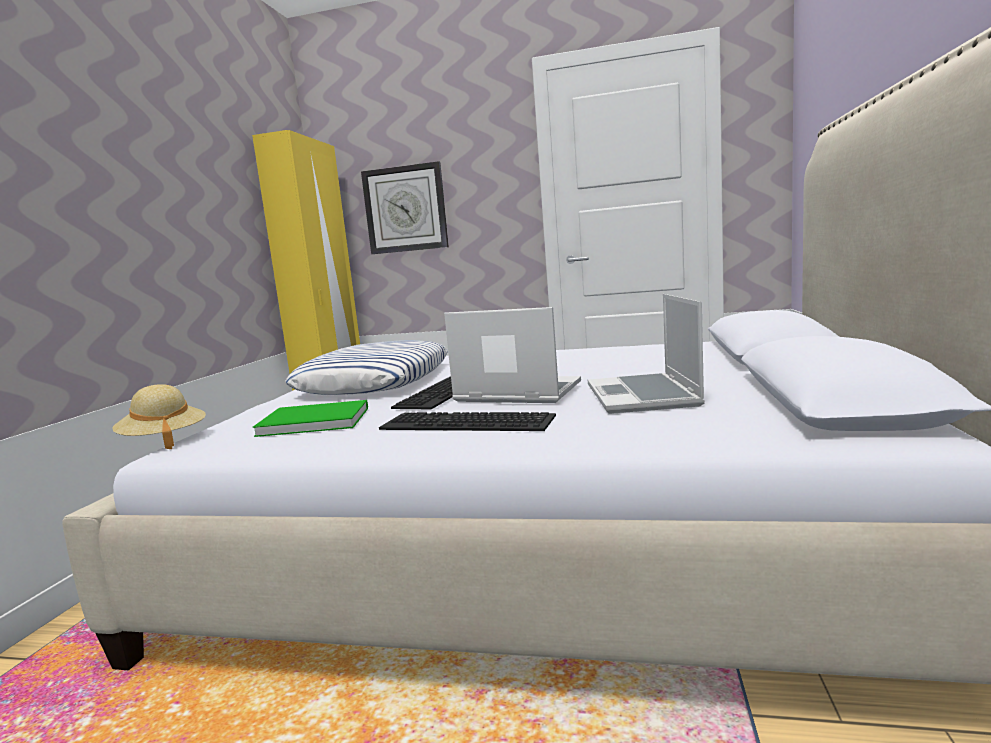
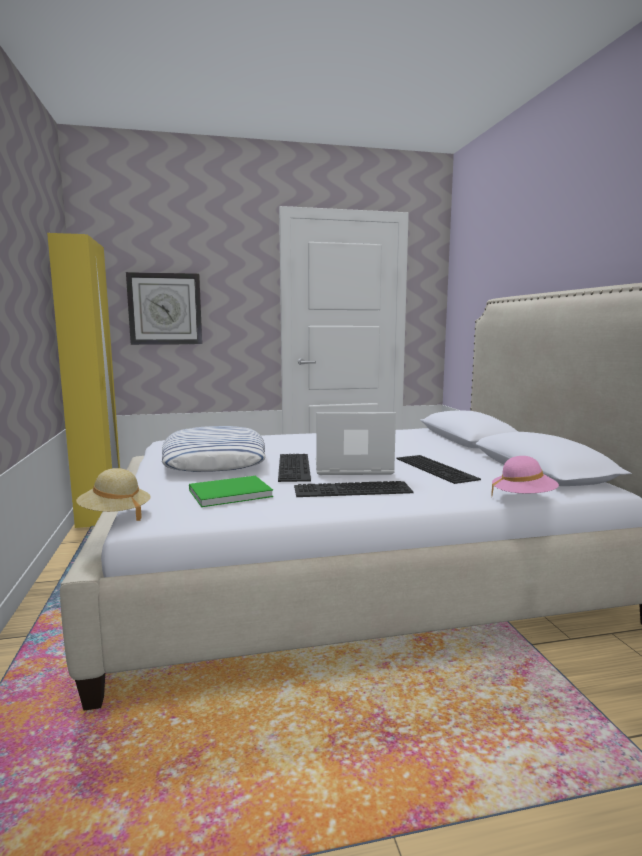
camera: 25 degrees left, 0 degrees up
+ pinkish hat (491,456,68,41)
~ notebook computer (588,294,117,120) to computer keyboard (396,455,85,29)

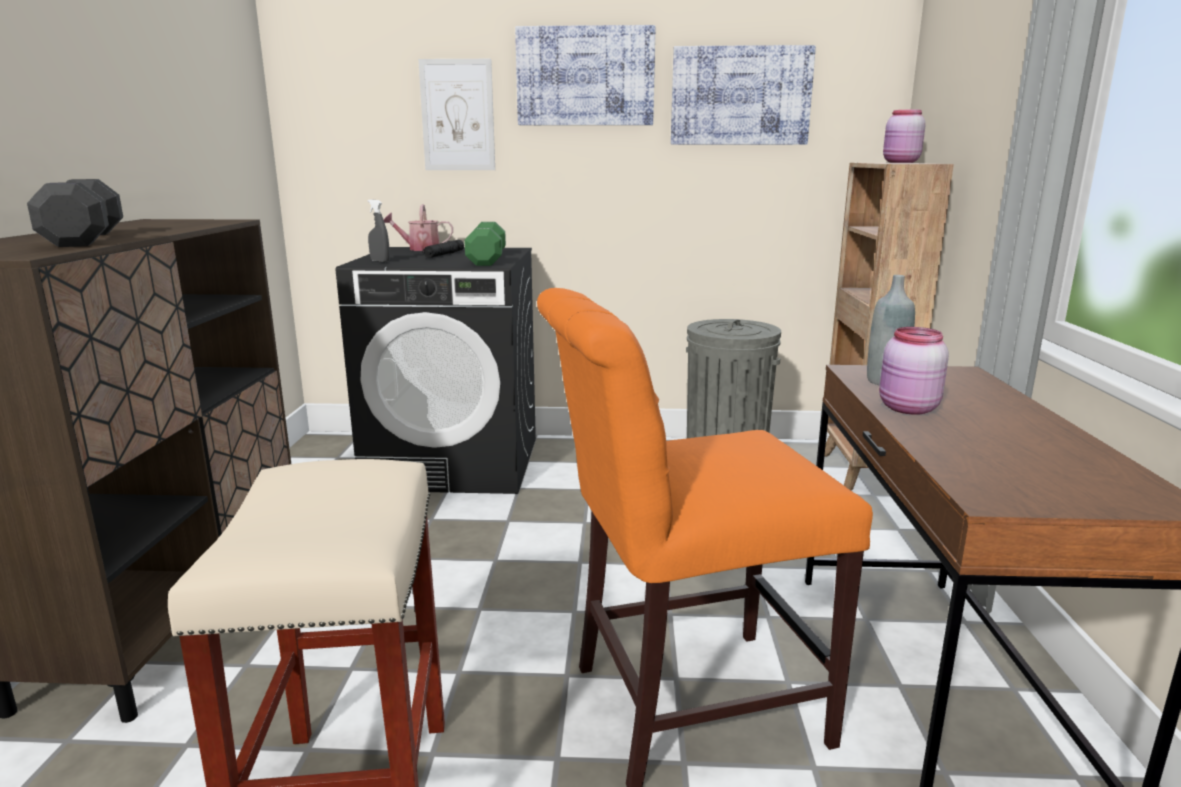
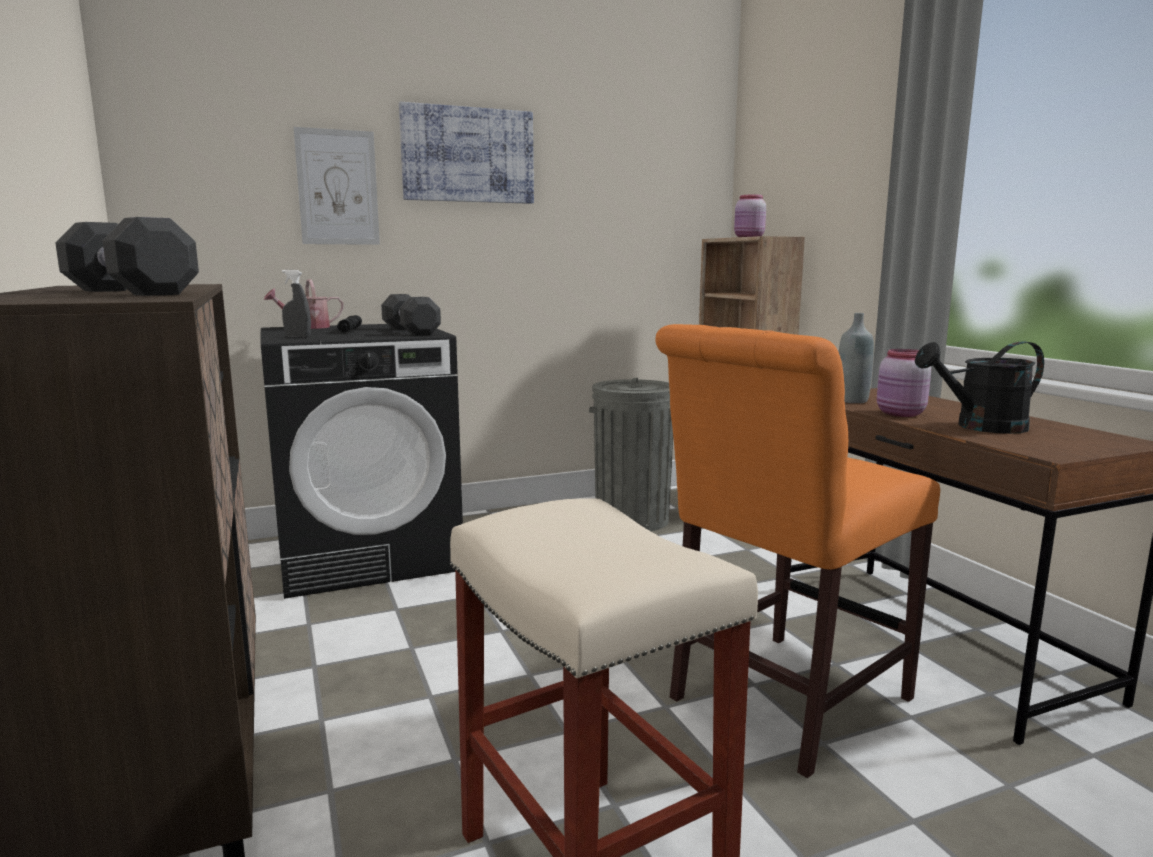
camera: 25 degrees left, 5 degrees down
- picture (671,45,145,100)
+ black sprinkling can (915,341,129,93)
~ green-coloured free weight (464,222,42,44) to black free weight (381,294,60,42)

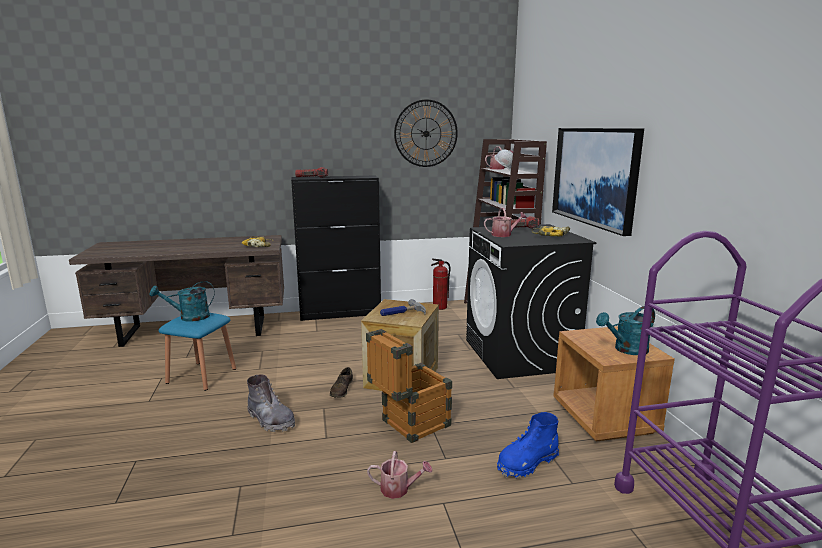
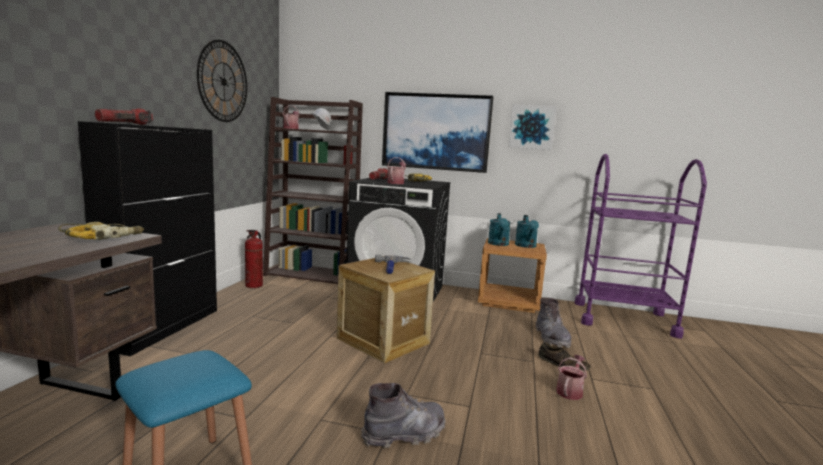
camera: 65 degrees left, 5 degrees down
- crate (366,329,86,114)
+ picture (509,104,48,46)
~ turquoise-coloured sprinkling can (149,281,65,41) to (488,213,23,33)
~ brown-coloured low shoe (330,367,23,31) to (539,342,52,29)
~ bluish boot (497,412,62,67) to greyish boot (536,297,35,51)

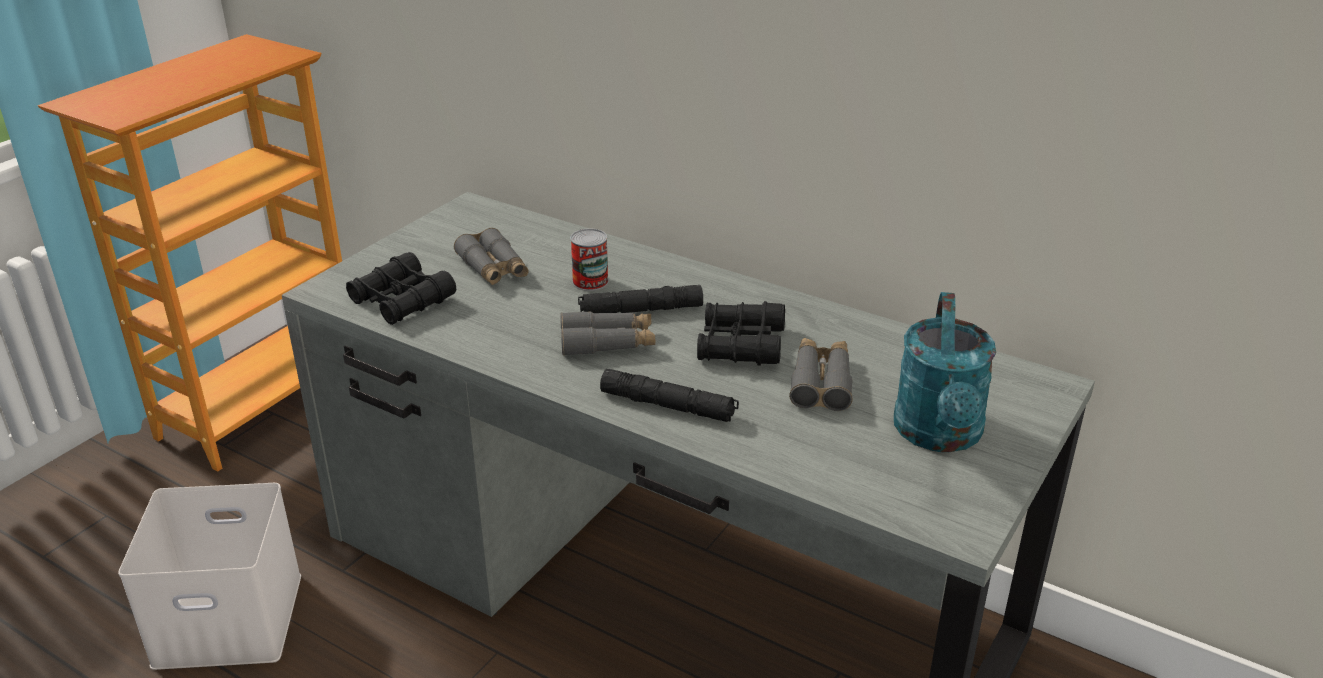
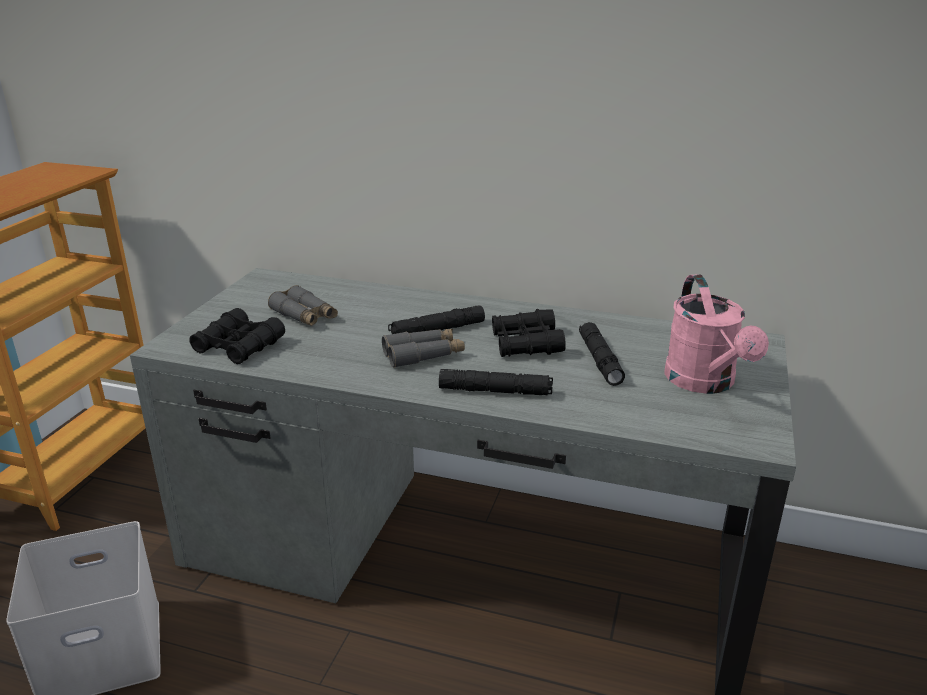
camera: 15 degrees left, 5 degrees down
- sealed can (570,229,39,62)
~ greyish pair of binoculars (789,338,64,73) to black torch (579,322,46,64)
~ turquoise-coloured sprinkling can (894,292,102,160) to pinkish sprinkling can (664,274,105,120)

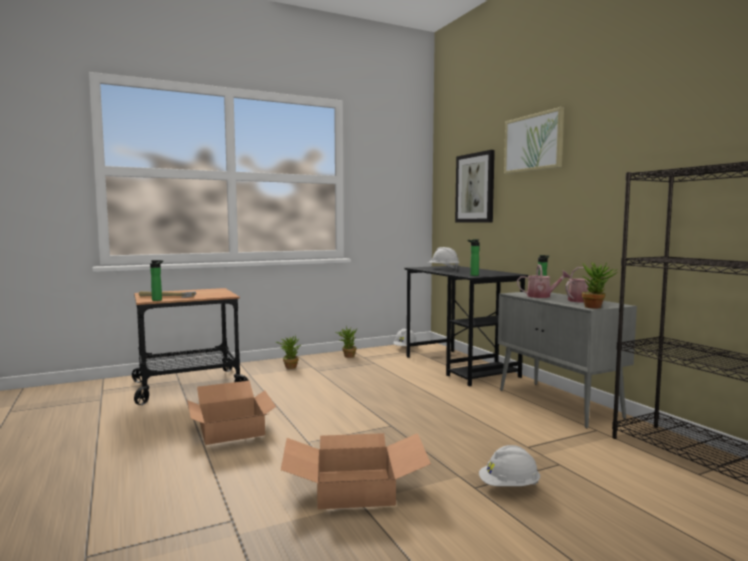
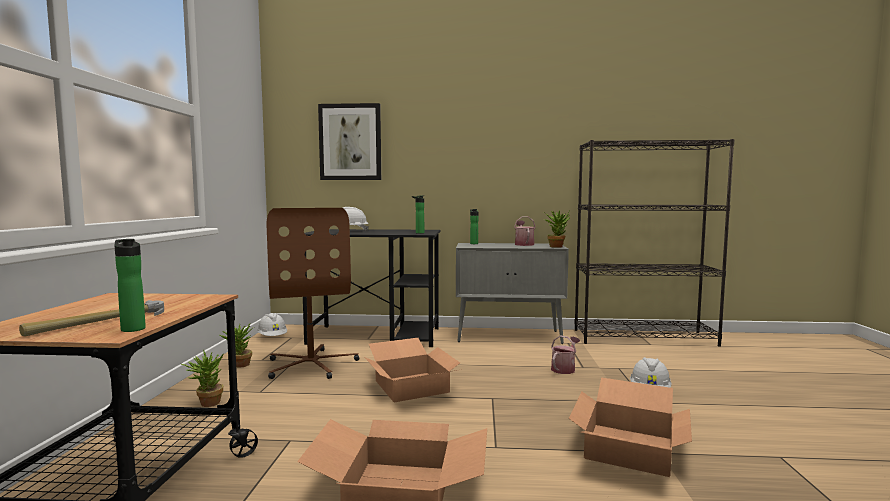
camera: 60 degrees left, 0 degrees up
- picture (504,107,60,67)
+ brown-coloured desk chair (267,208,93,171)
+ carton (365,338,97,65)
~ sprinkling can (517,264,53,34) to (551,335,29,39)

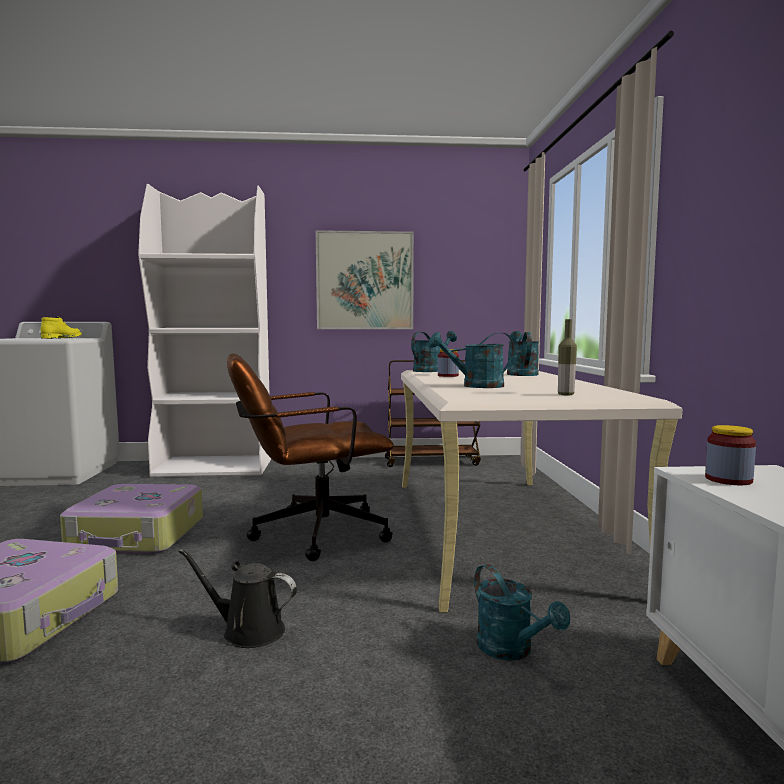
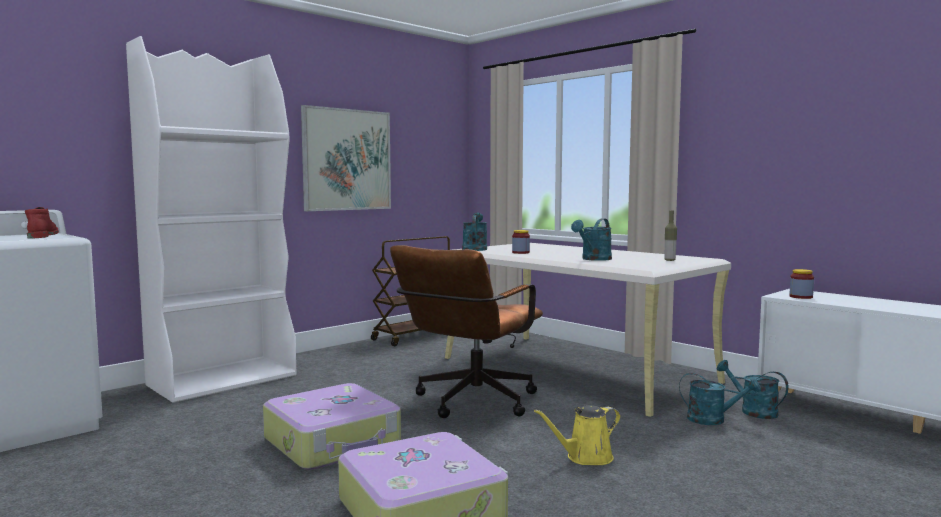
camera: 40 degrees left, 0 degrees up
~ turquoise-coloured sprinkling can (507,331,32,45) to (717,360,72,59)
~ yellow-coloured boot (41,317,41,22) to red boot (25,207,34,31)
~ black sprinkling can (179,549,118,99) to yellow-coloured sprinkling can (534,405,87,60)

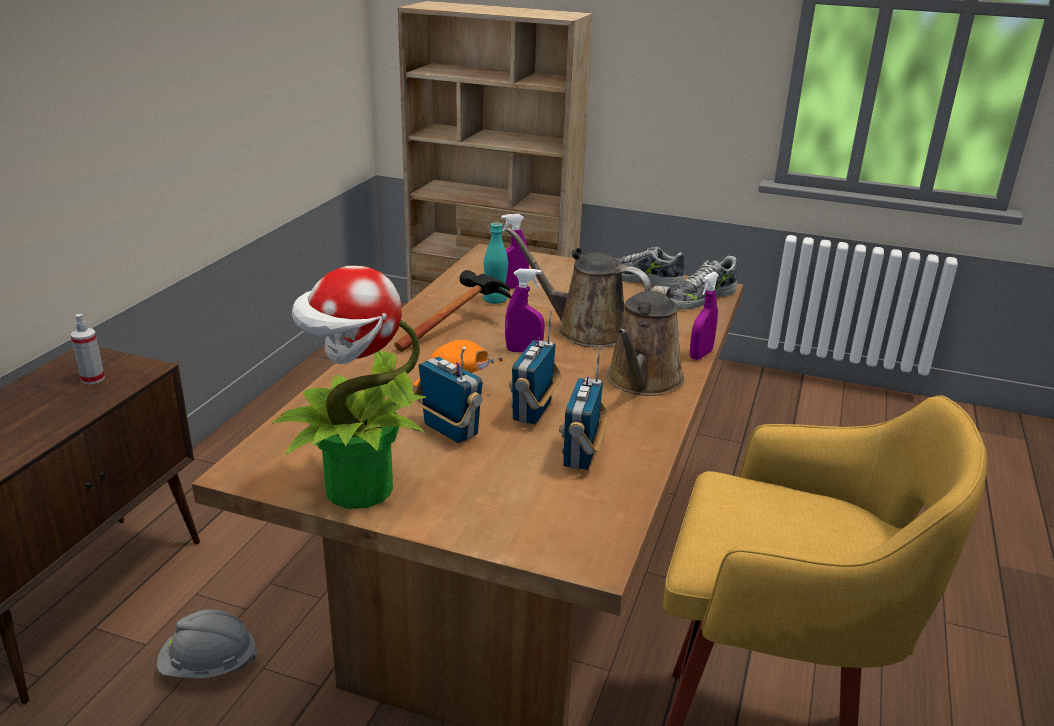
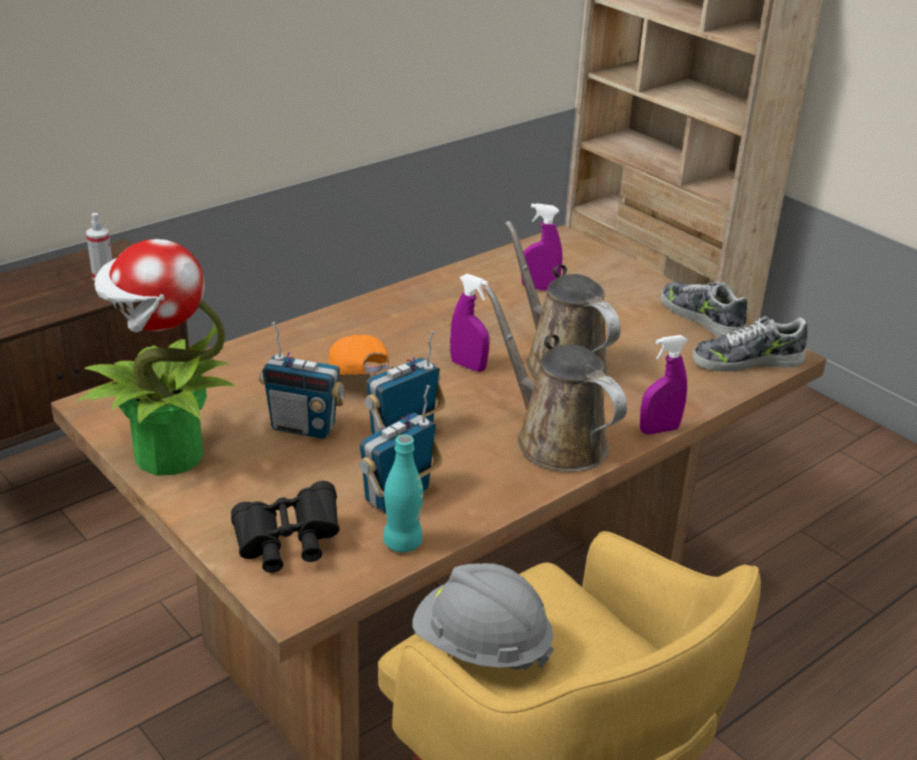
camera: 30 degrees right, 5 degrees up
- hammer (394,270,117,82)
+ black pair of binoculars (231,481,108,92)
~ greyish hard hat (157,609,101,70) to (412,563,142,107)
~ turquoise-coloured beverage bottle (483,223,25,81) to (384,434,39,118)
~ radio (413,347,70,96) = (259,322,87,117) 120 degrees clockwise
~ brown-coloured sprinkling can (606,285,79,111) = (484,285,143,187) 90 degrees clockwise

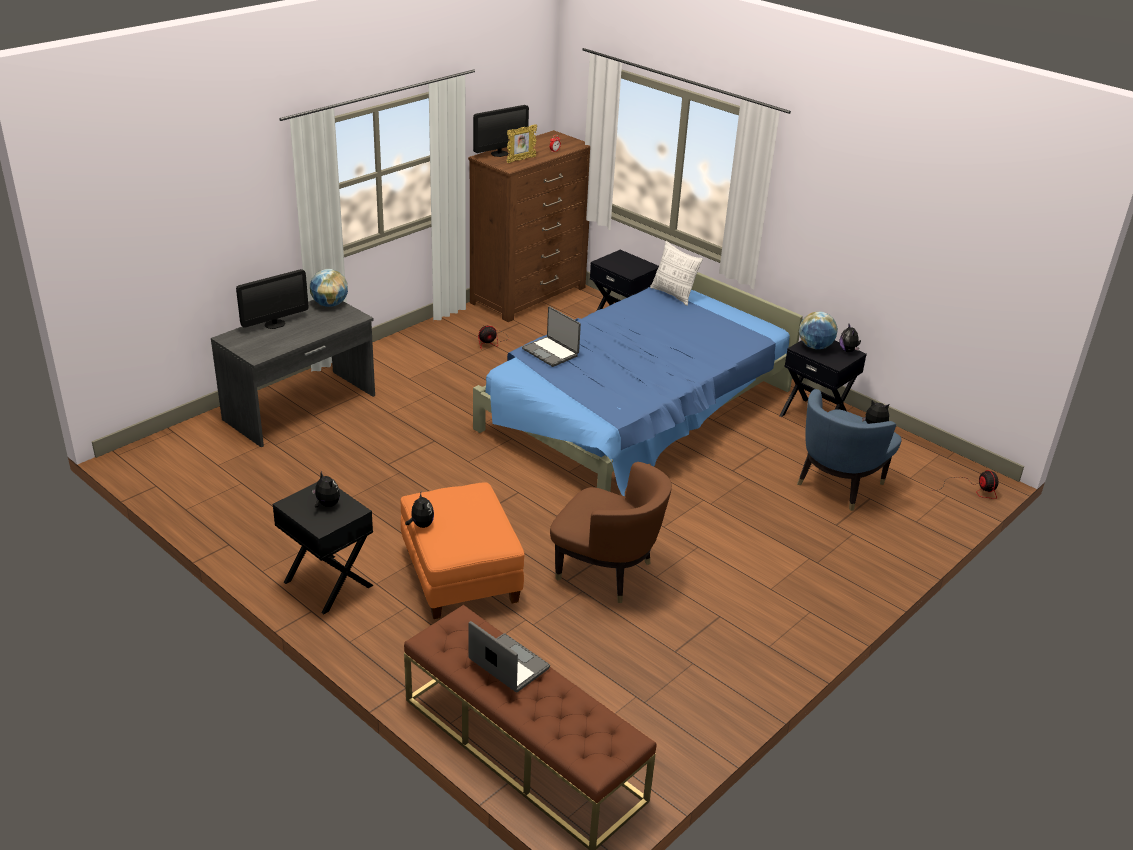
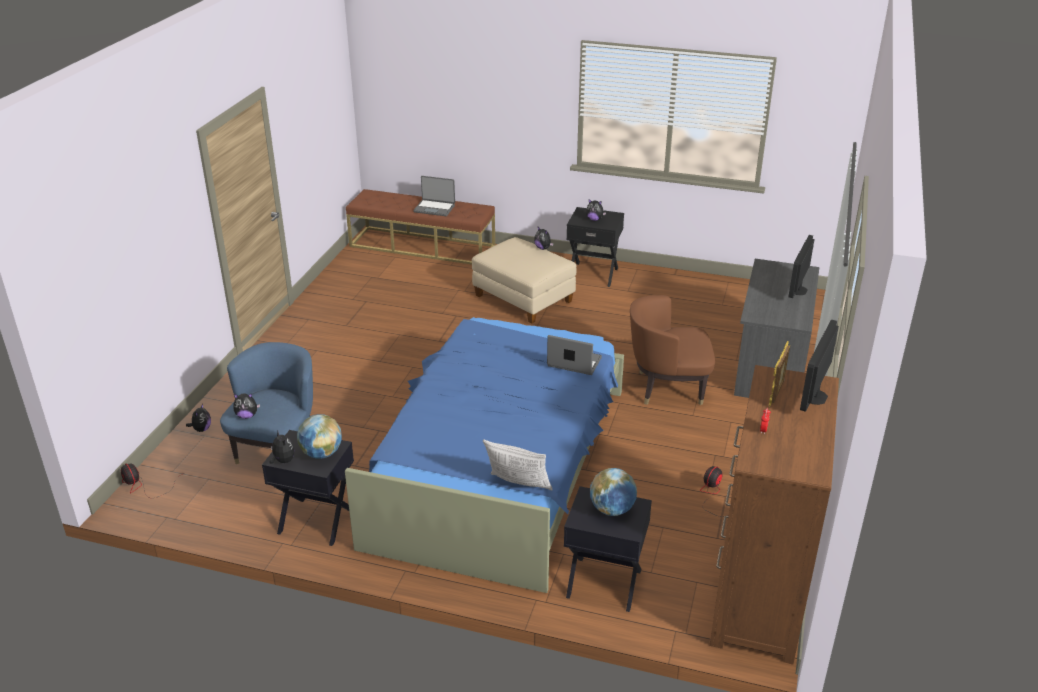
camera: 155 degrees right, 0 degrees up
+ soft toy (186,404,25,28)
~ globe (310,269,38,38) to (590,468,47,48)
~ brown-coloured lounge chair (550,462,122,141) to (630,295,85,110)
~ orange pouffe (401,482,124,137) to beige-coloured pouffe (472,237,104,86)

